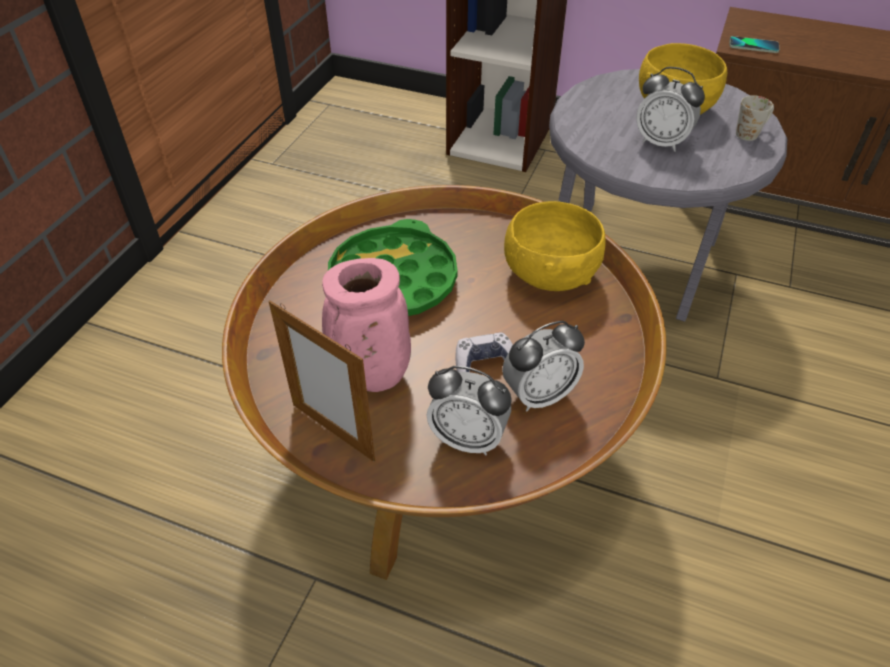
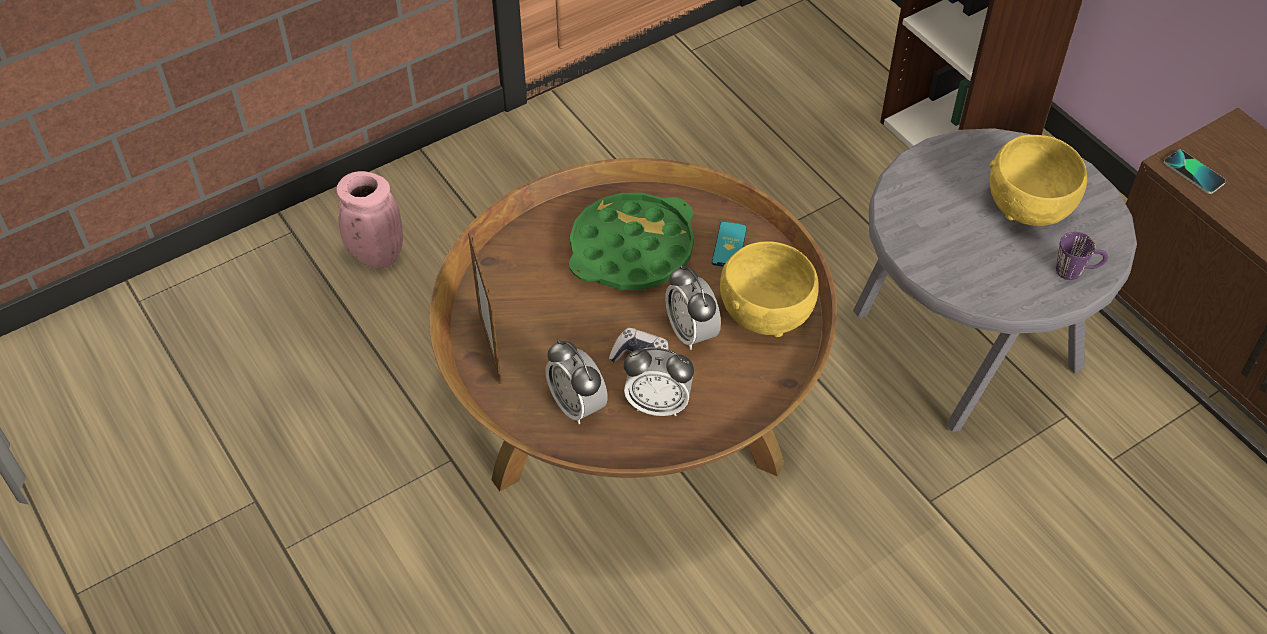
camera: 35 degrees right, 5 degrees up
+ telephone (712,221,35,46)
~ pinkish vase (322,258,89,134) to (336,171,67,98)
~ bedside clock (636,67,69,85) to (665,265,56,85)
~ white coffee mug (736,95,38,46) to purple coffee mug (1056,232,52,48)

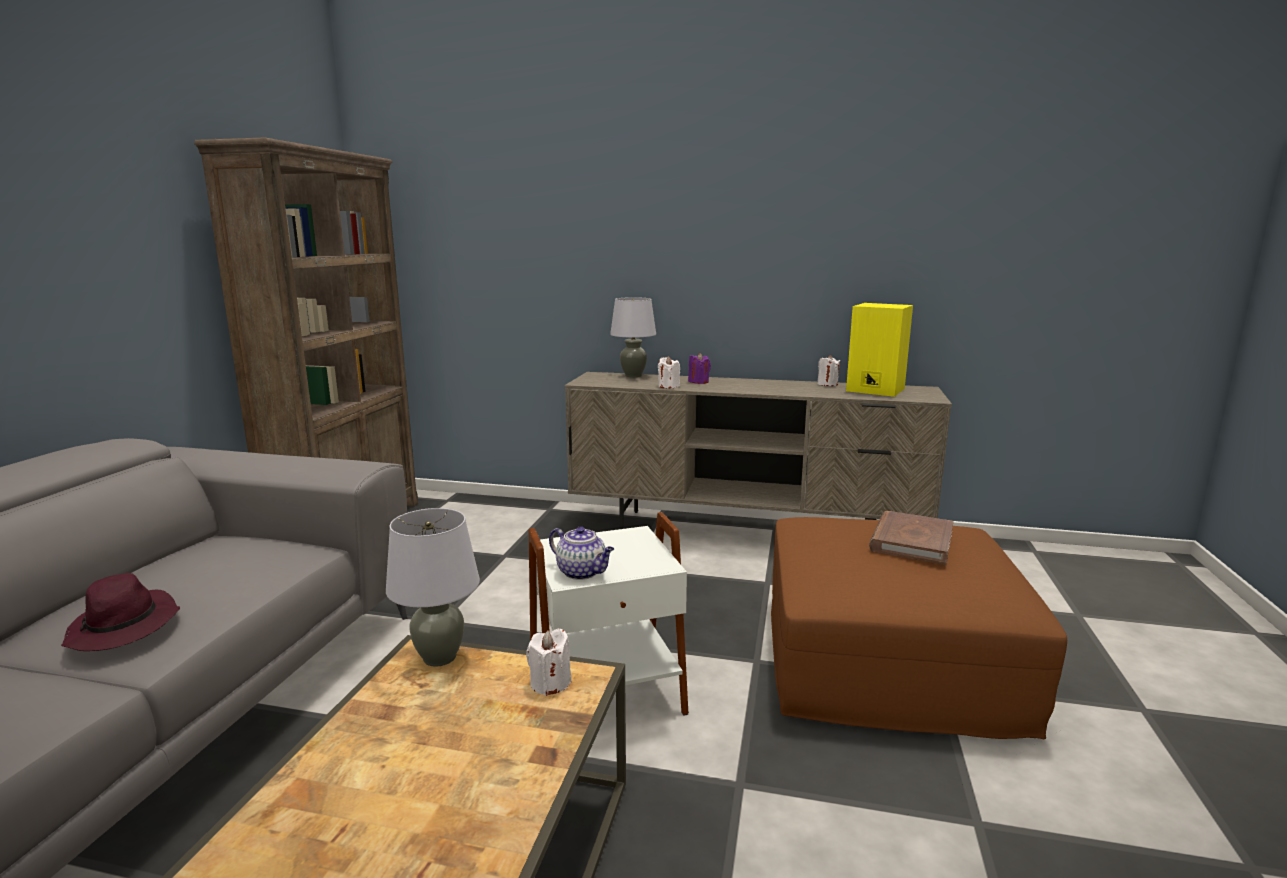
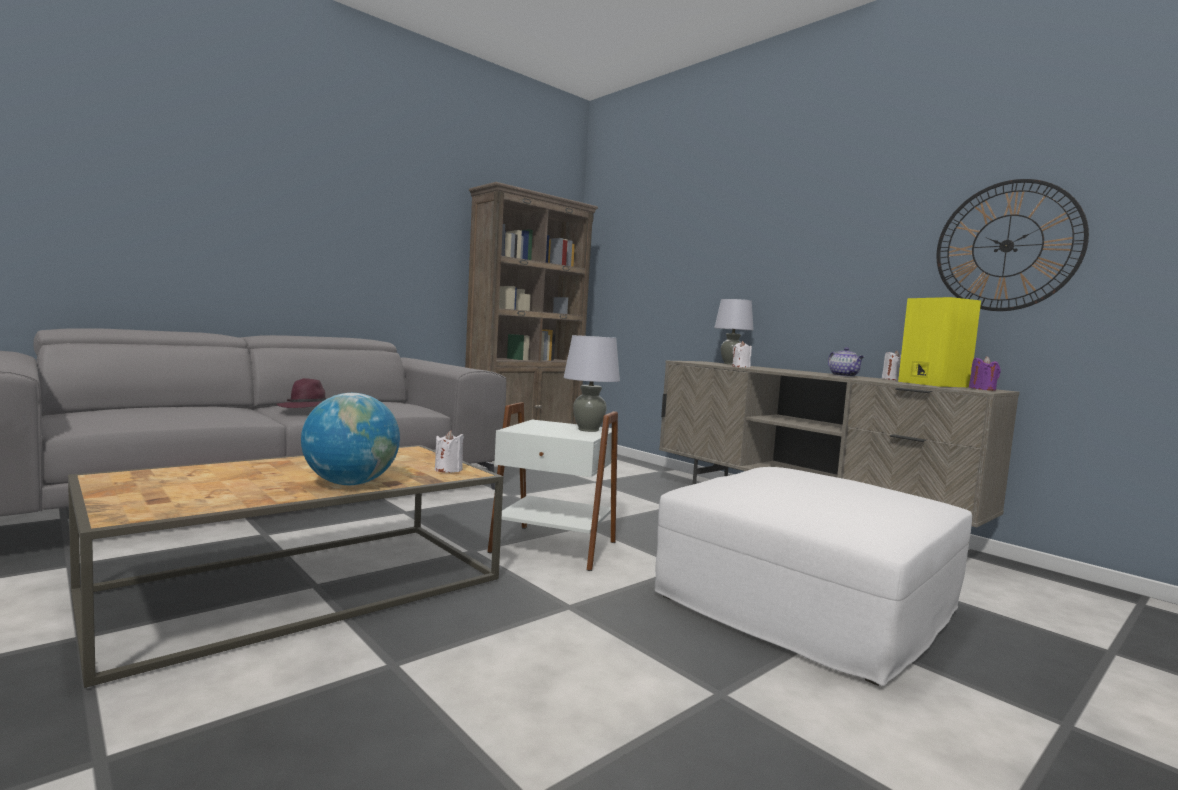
camera: 35 degrees right, 10 degrees down
- brown-coloured volume (869,511,85,54)
+ globe (301,393,99,92)
+ wall clock (936,179,153,132)
~ greyish table lamp (386,508,94,159) to (564,335,56,97)
~ tea pot (549,526,65,54) to (828,347,36,30)
~ purple candle (688,353,23,31) to (969,356,32,35)
~ brown-coloured pouffe (771,517,296,222) to white pouffe (654,467,318,219)

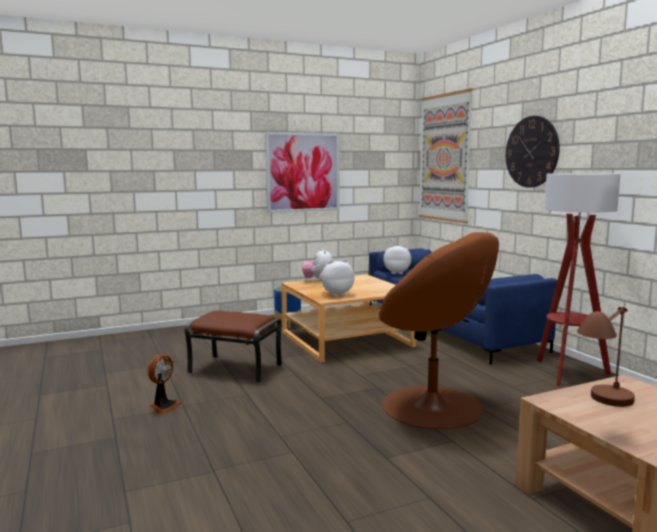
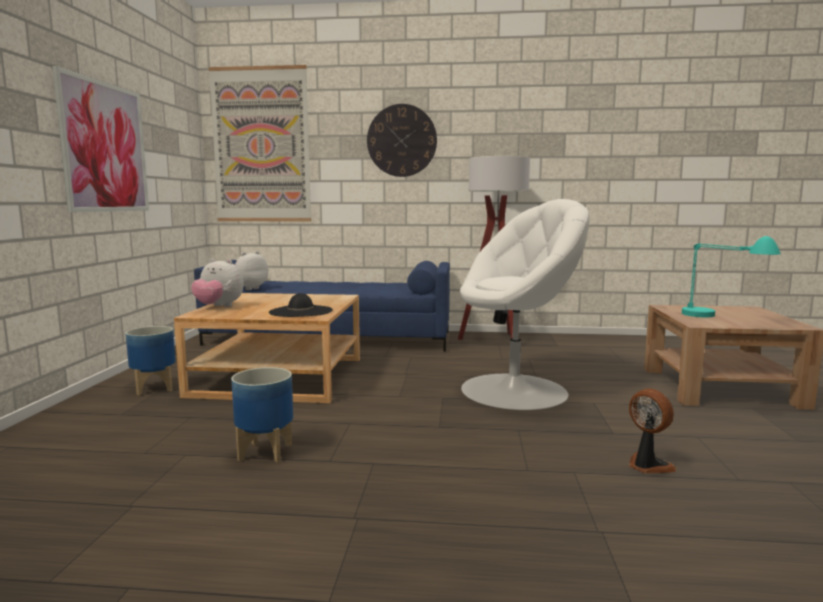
camera: 60 degrees left, 0 degrees up
~ cooling fan (148,354,34,60) to (629,388,48,85)
~ brown-coloured pouffe (184,311,98,72) to plant pot (231,367,62,96)
~ soft toy (319,259,35,37) to black hat (269,293,64,24)
~ brown-coloured lounge chair (379,232,120,197) to white lounge chair (460,199,129,211)
~ brown-coloured table lamp (577,307,58,100) to turquoise-coloured table lamp (682,236,99,81)

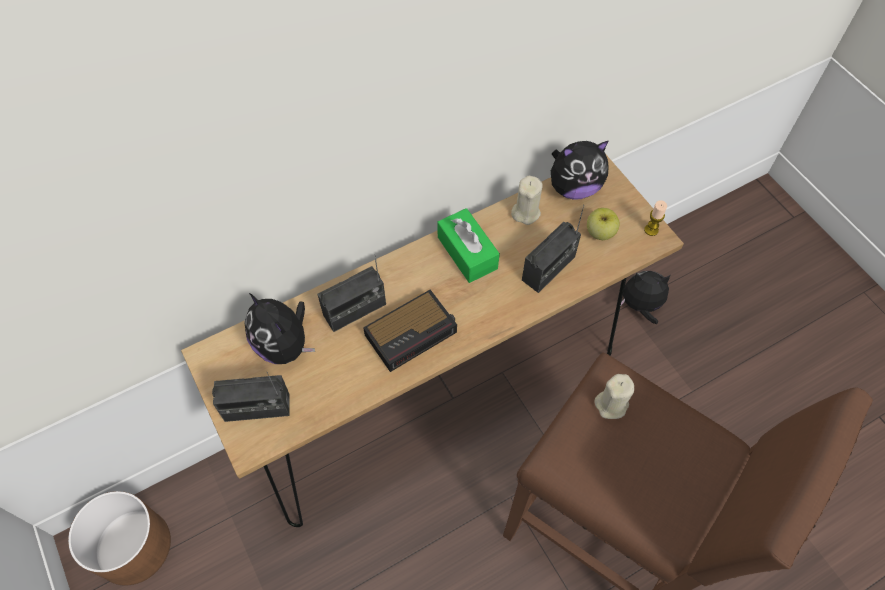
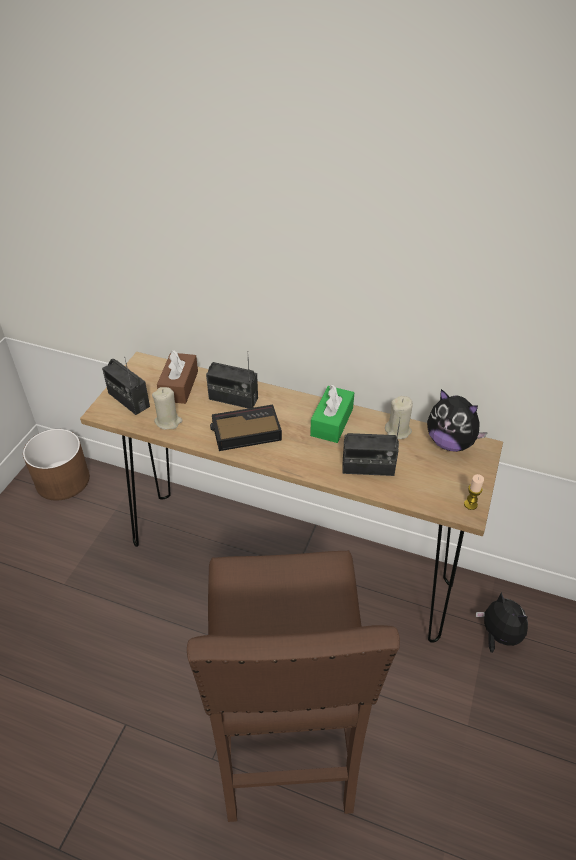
camera: 50 degrees right, 15 degrees down
- apple (587,208,33,32)
~ beige-coloured candle (595,374,39,45) to (152,387,31,43)
~ soft toy (244,293,71,71) to brown-coloured tissue box (157,350,41,54)
~ bedside clock (363,290,94,82) = (210,405,72,46) 150 degrees clockwise

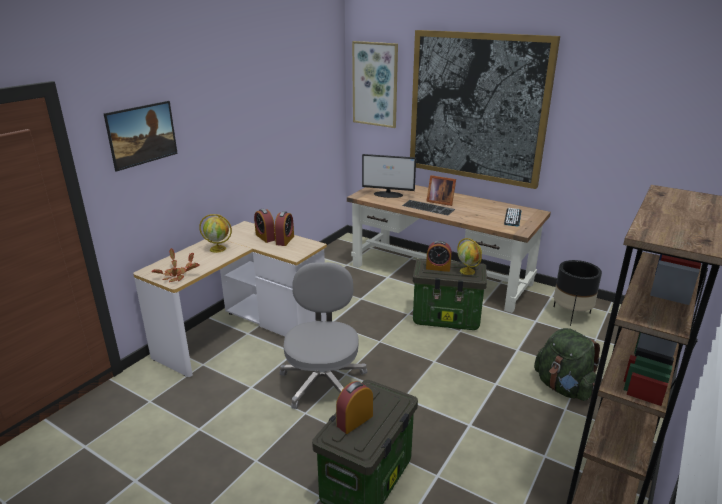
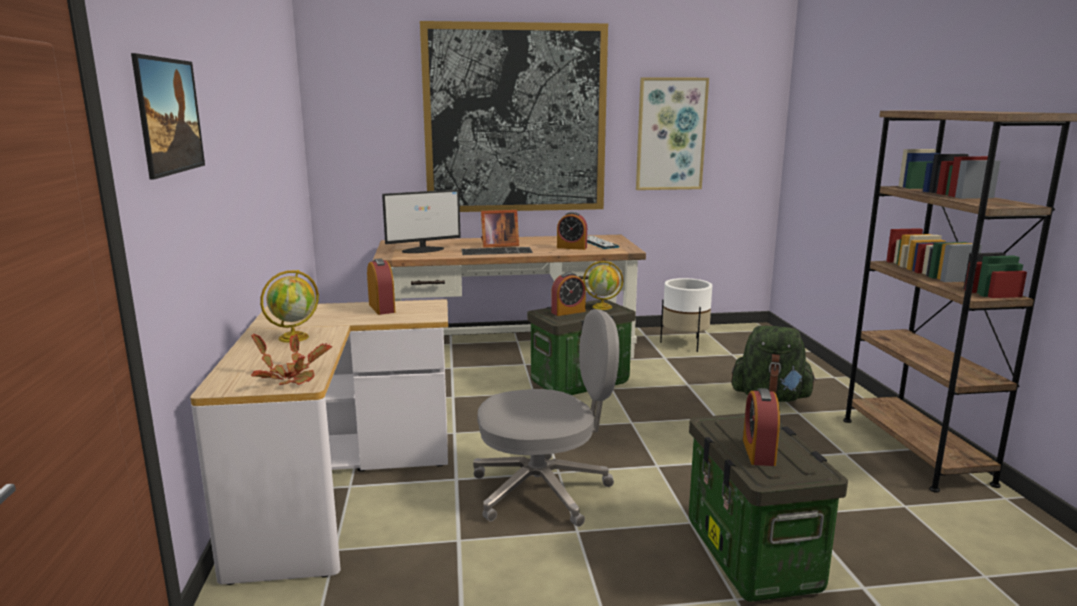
camera: 40 degrees left, 10 degrees down
~ bedside clock (254,209,21,34) to (557,212,30,38)
~ picture (352,41,46,87) to (636,77,73,113)
~ black plant pot (554,260,48,66) to white plant pot (660,278,52,74)
~ greyish desk chair (280,262,87,147) = (473,309,146,218) 120 degrees clockwise

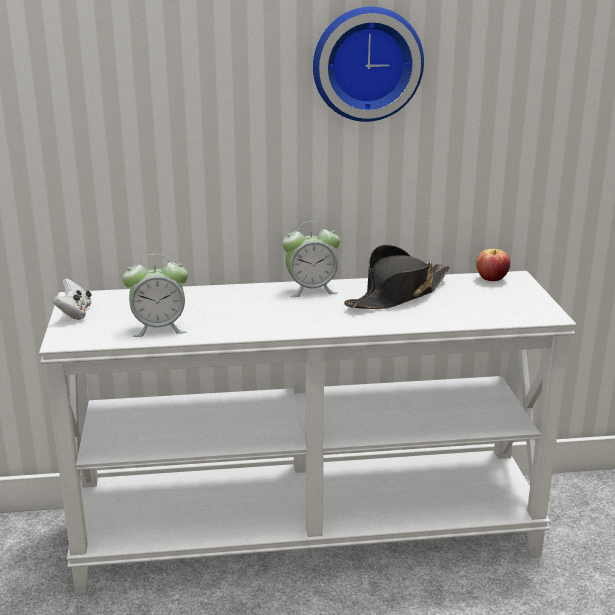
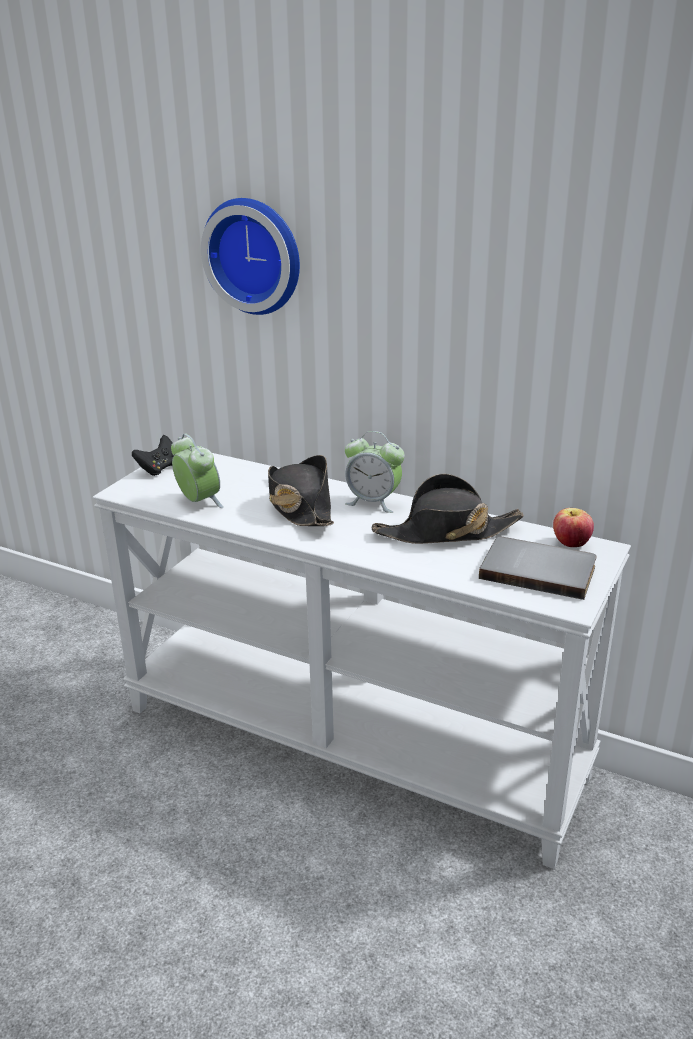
camera: 35 degrees right, 5 degrees up
+ black hat (268,455,66,71)
+ greyish volume (479,537,118,63)
~ wall clock (313,7,111,115) to (201,198,99,117)
~ white game controller (52,278,40,42) to black game controller (132,435,42,41)
~ bedside clock (123,254,65,83) = (171,434,53,74) 150 degrees counterclockwise

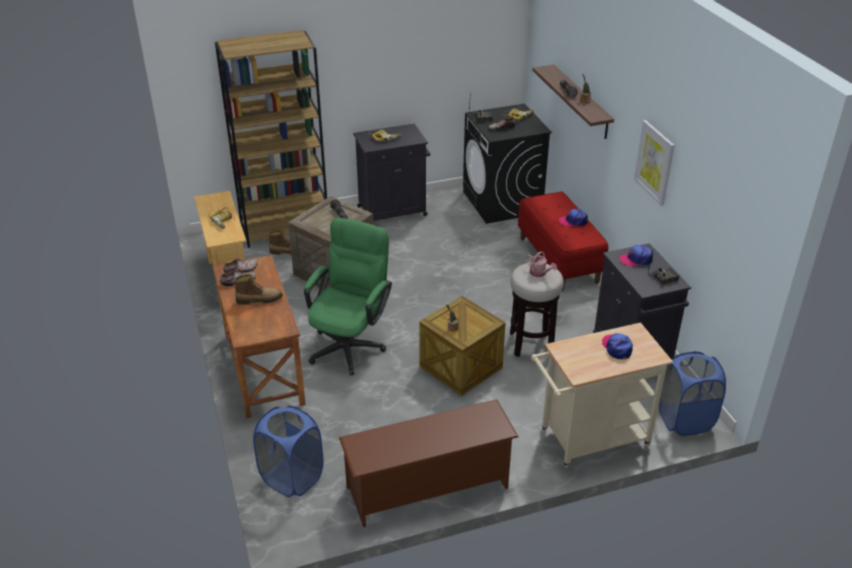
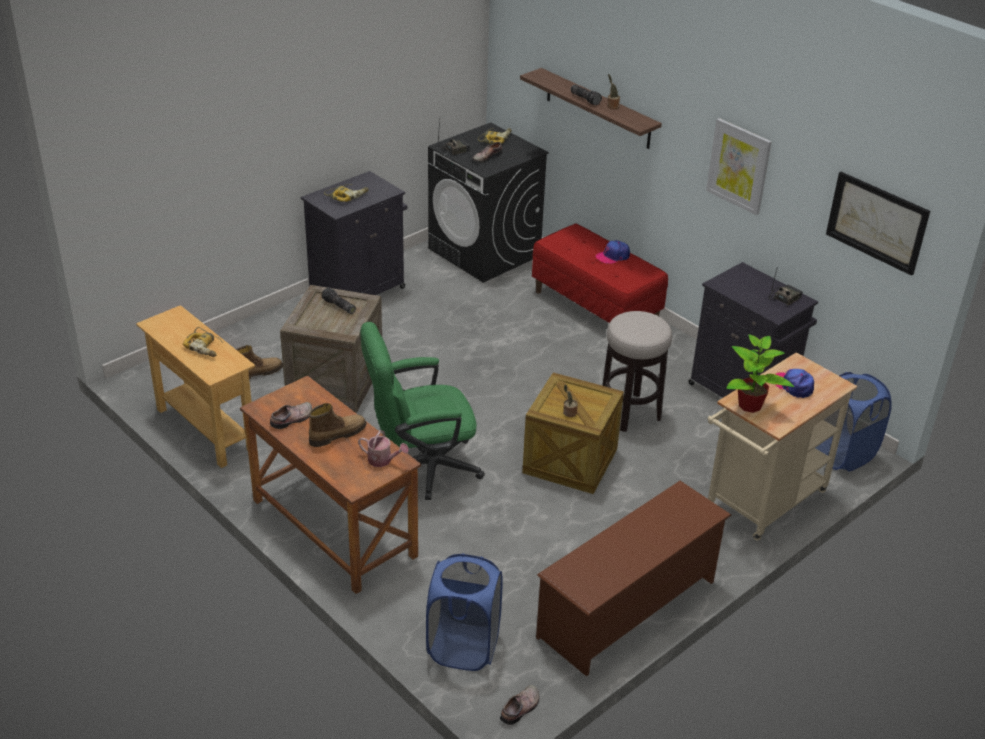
camera: 25 degrees left, 0 degrees up
- brown-coloured shelving unit (215,30,112,218)
- cap (619,245,34,21)
+ houseplant (726,334,68,79)
+ picture (826,172,104,104)
~ low shoe (224,259,34,14) to (500,685,39,40)
~ sprinkling can (526,251,31,26) to (358,431,51,36)
~ green-coloured desk chair (304,218,88,157) = (360,322,125,178) 105 degrees counterclockwise

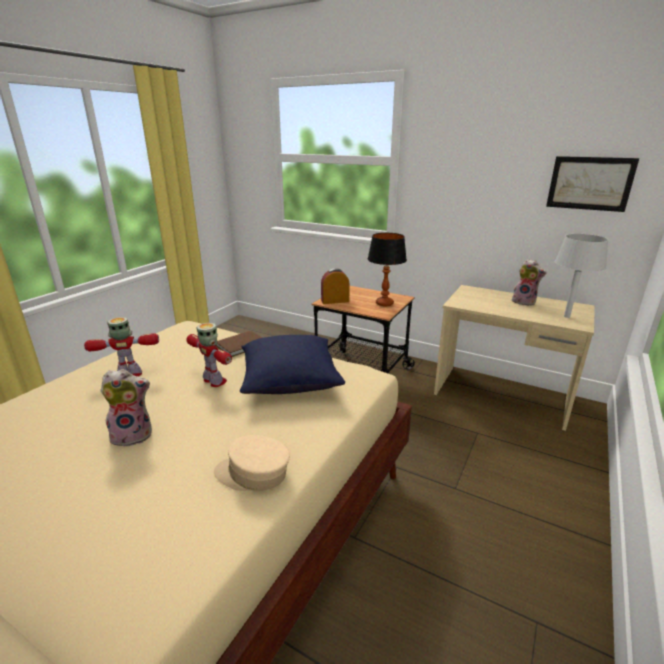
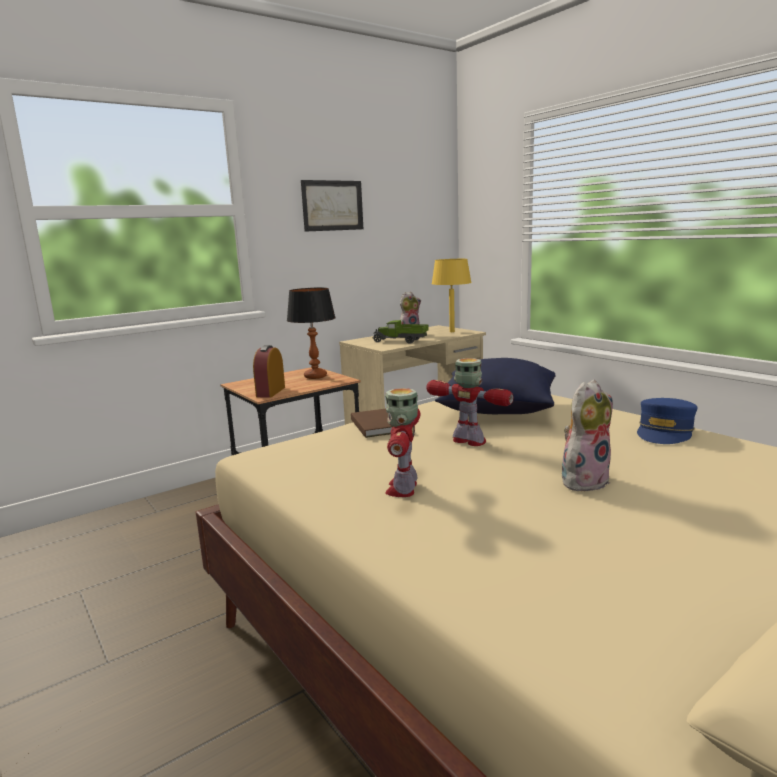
camera: 65 degrees left, 10 degrees down
+ toy truck (373,320,56,24)
~ picture (546,156,93,56) to (301,180,62,52)
~ beige-coloured cap (214,435,76,56) to bluish cap (637,398,60,46)
~ greyish table lamp (555,234,53,84) to yellow-coloured table lamp (432,259,40,73)
~ soft toy (100,369,52,77) = (562,380,51,113) 45 degrees clockwise
~ toy robot (186,323,46,64) = (426,358,88,88) 60 degrees clockwise

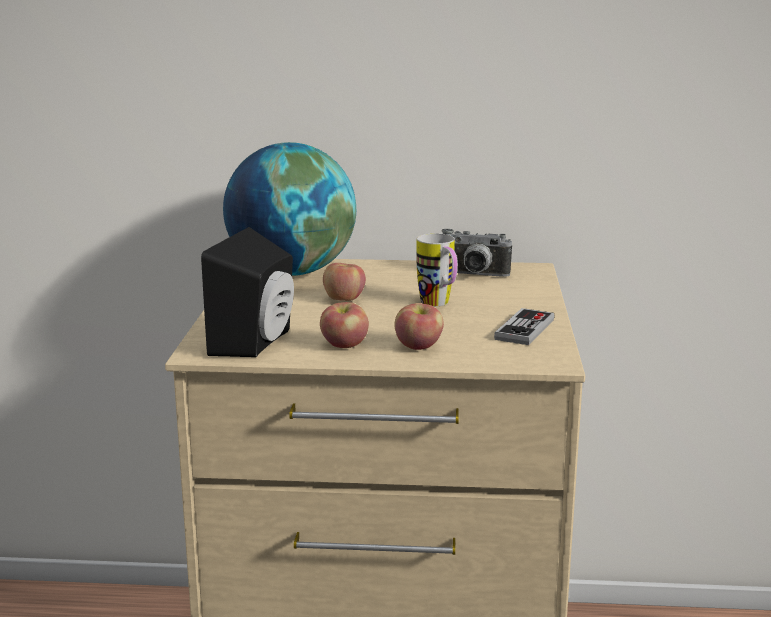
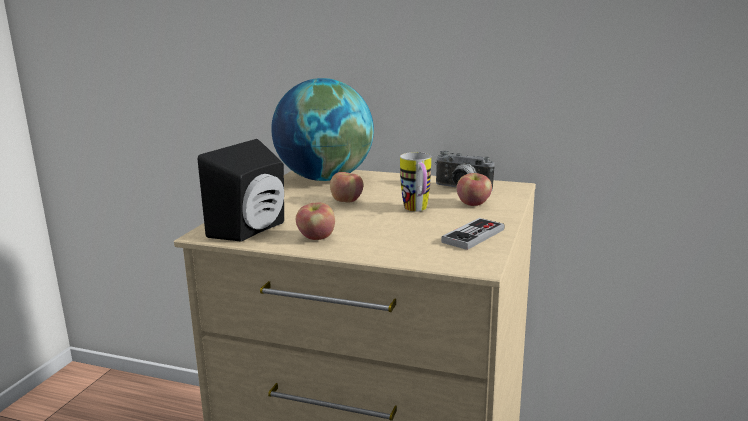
camera: 15 degrees right, 0 degrees up
~ apple (395,303,49,47) to (457,173,35,33)

